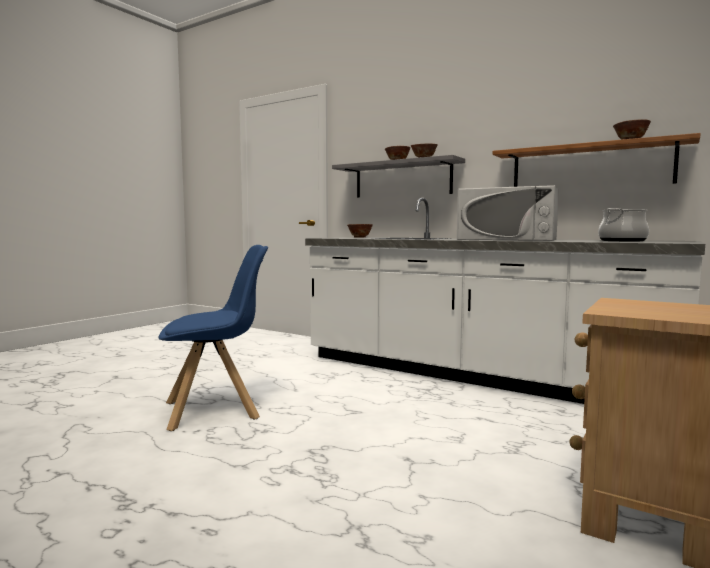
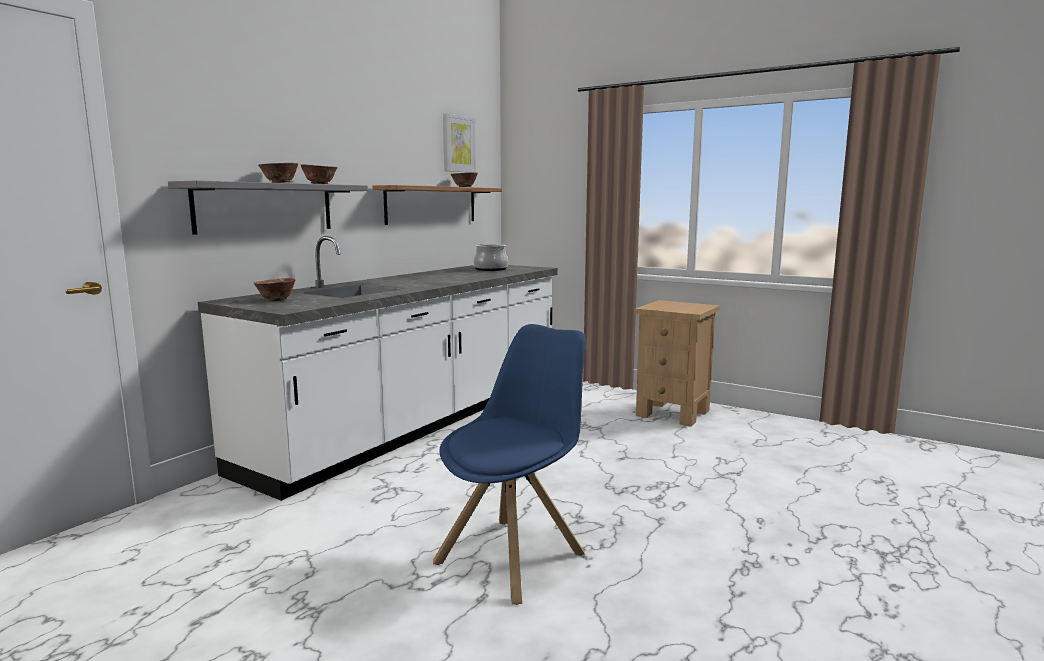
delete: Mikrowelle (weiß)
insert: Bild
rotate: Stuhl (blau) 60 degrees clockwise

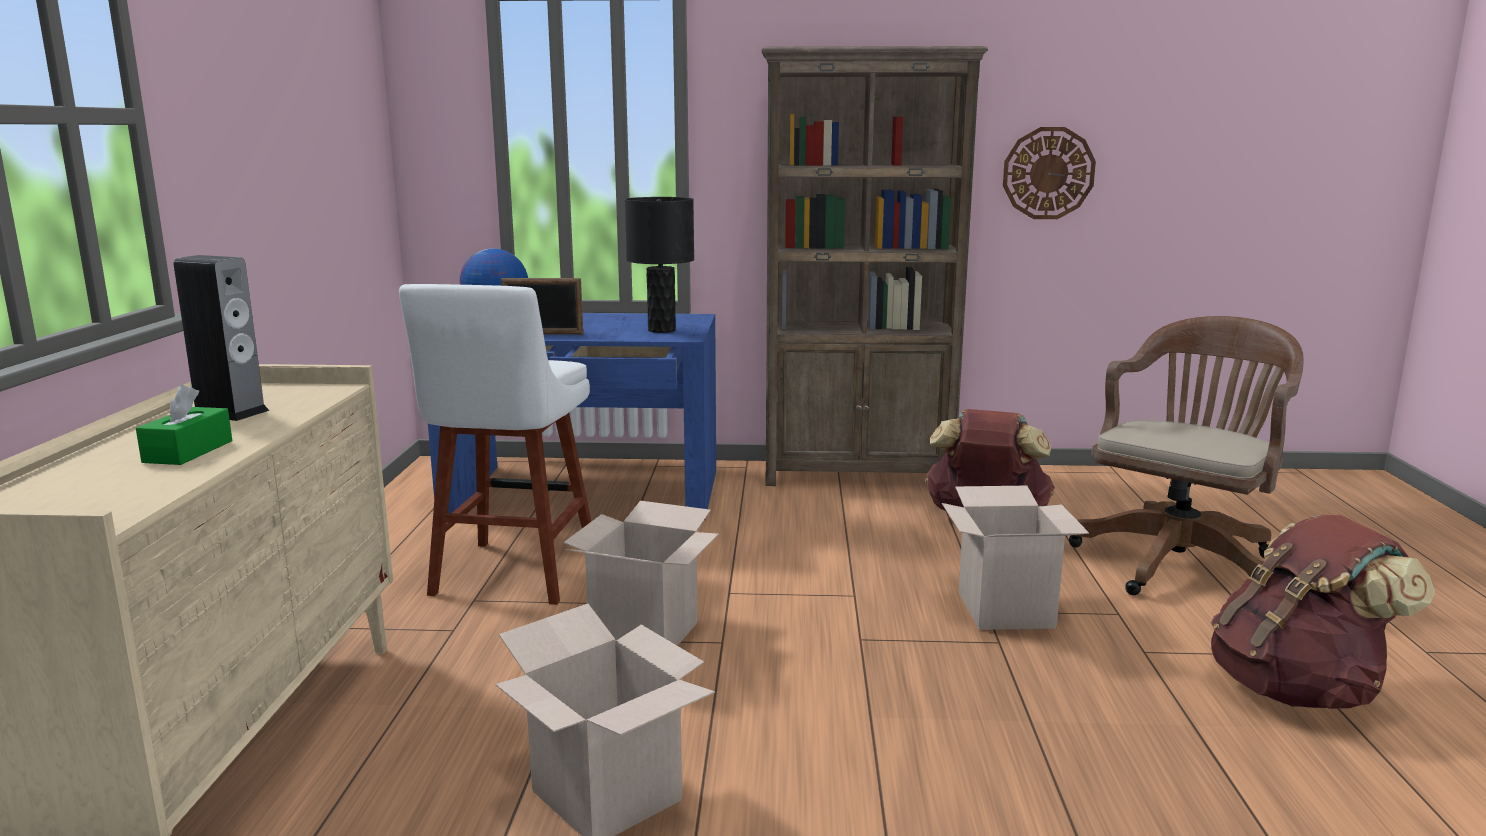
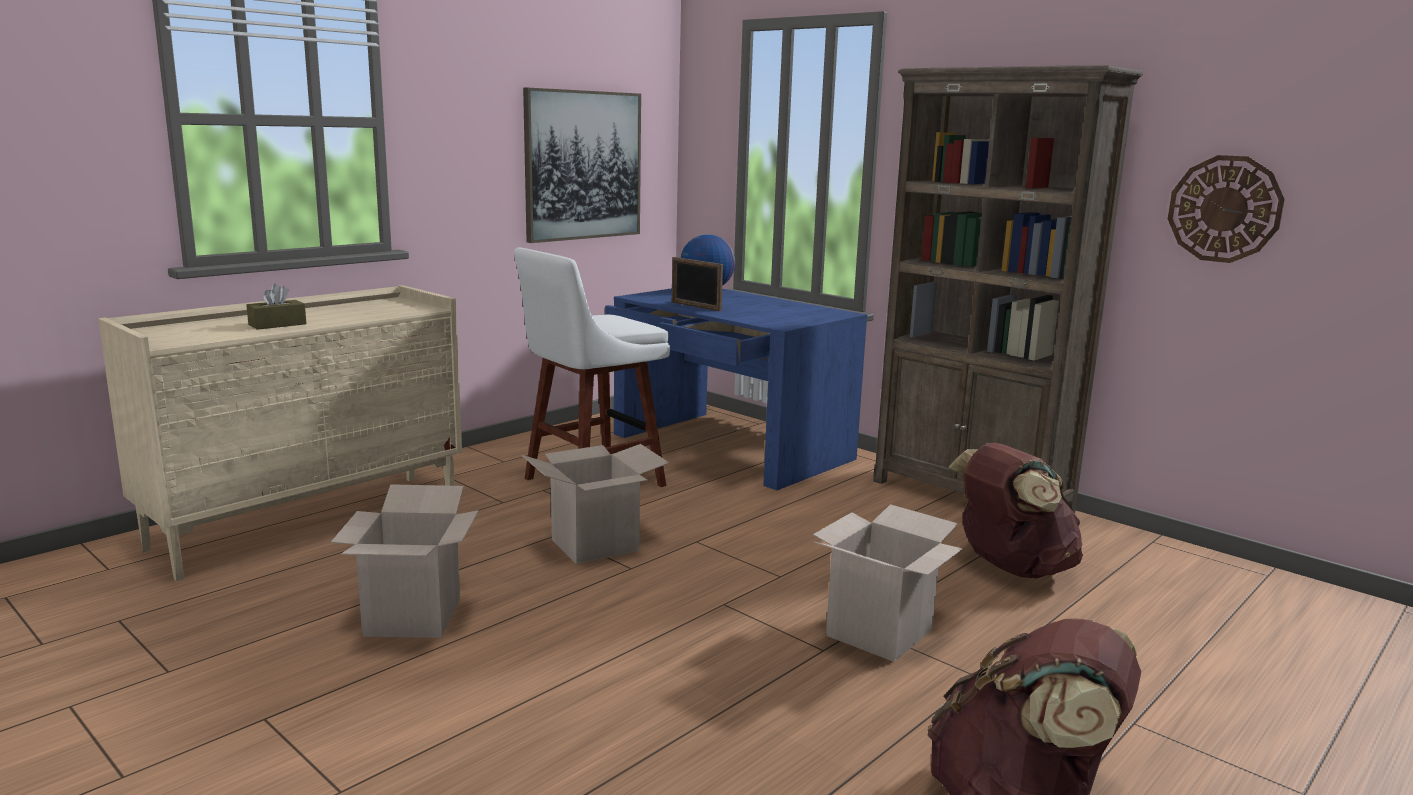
delete: Lautsprecher; Tischlampe (schwarz); Bürostuhl (braun)
insert: Bild
recolor: Taschentuchbox (grün) to Taschentuchbox (braun)

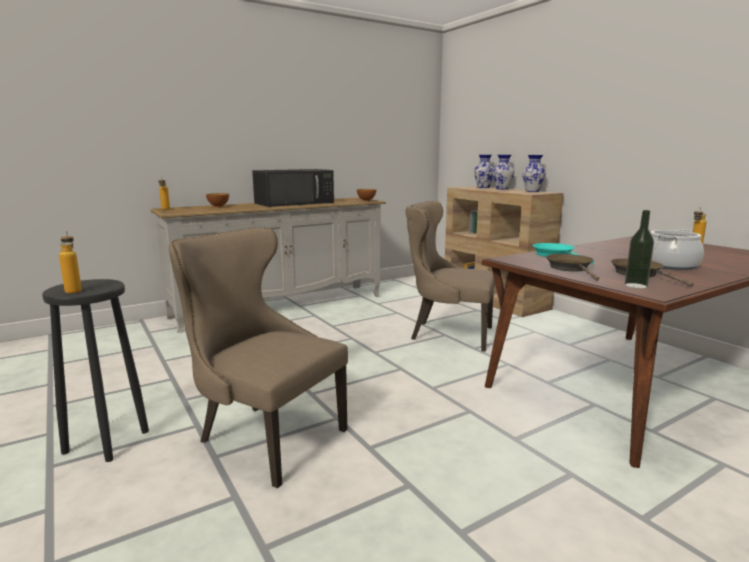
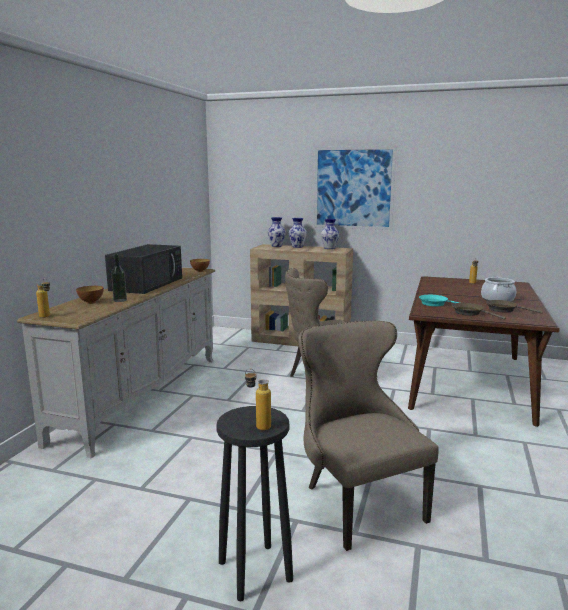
insert: Bild
move: Flasche (3rd from left in the first image) to Flasche (2nd from left)
rotate: Stuhl (beige) (1st from left in the first image) 75 degrees clockwise

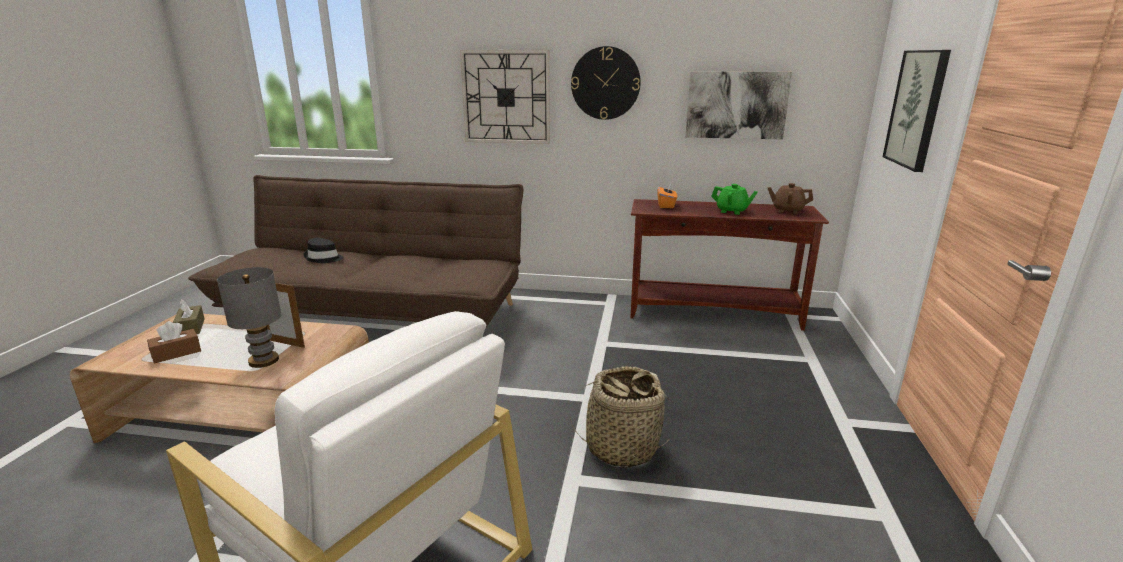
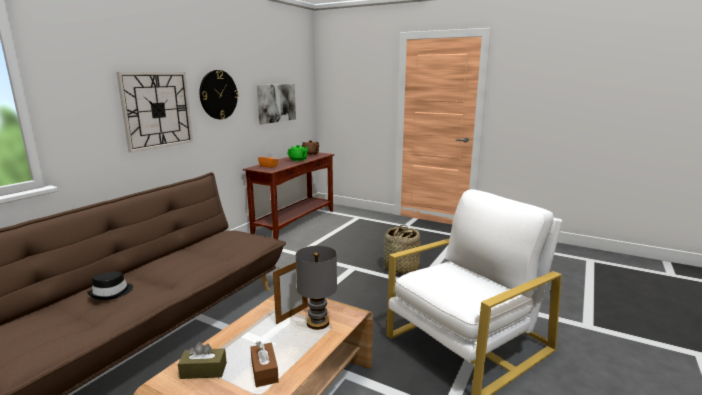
delete: Bild (2nd from left)

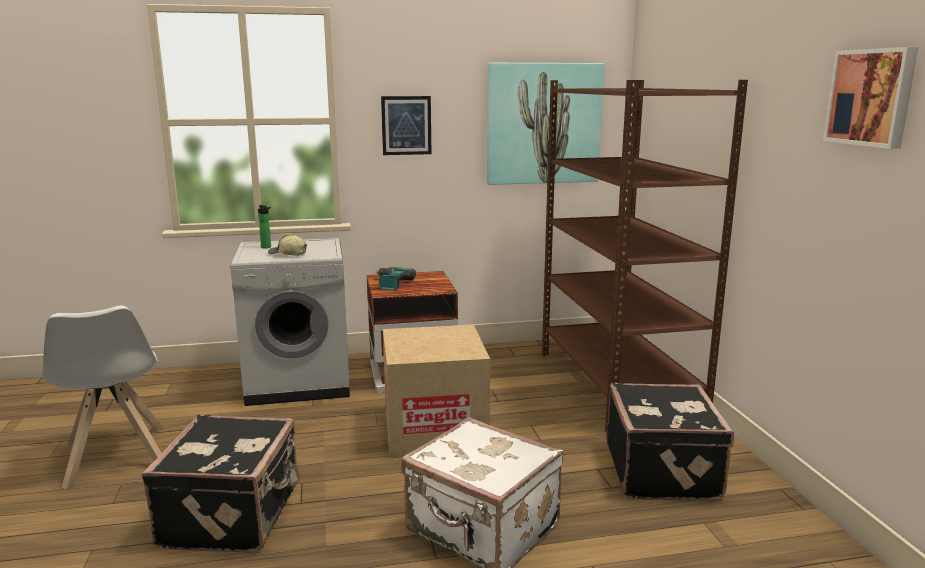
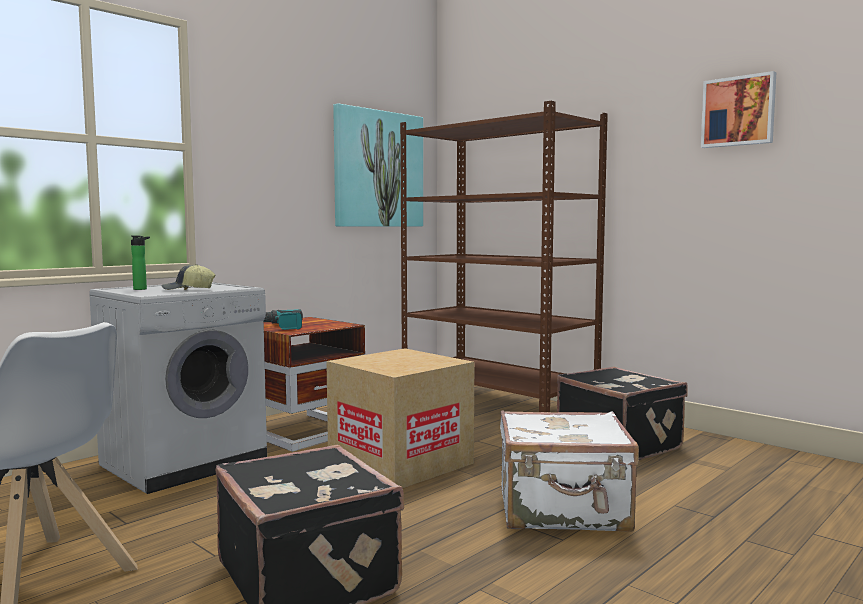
delete: Bild (1st from left)

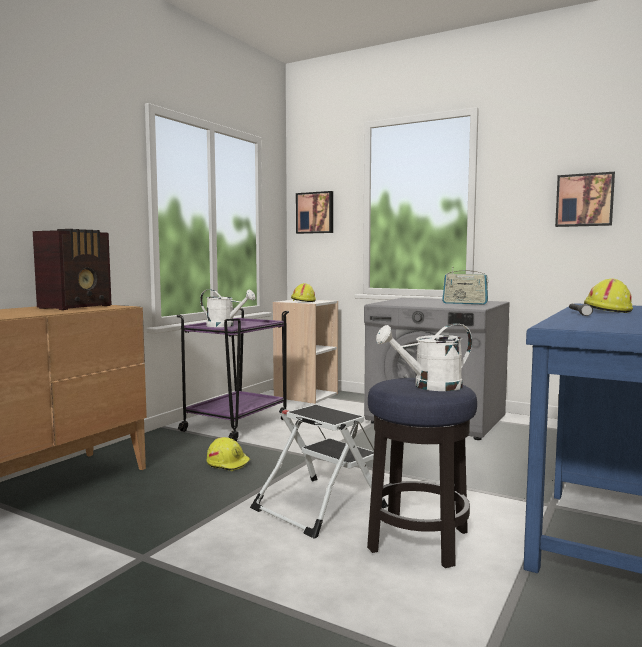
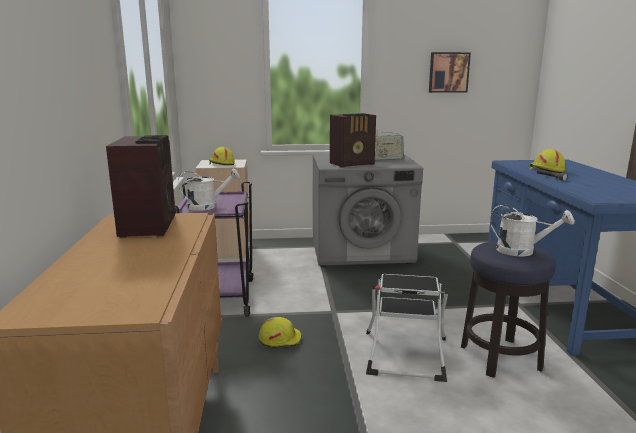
delete: Bild (1st from left)
insert: Radio (2nd from left)
rotate: Gießkanne (weiß) (2nd from left) 105 degrees counterclockwise

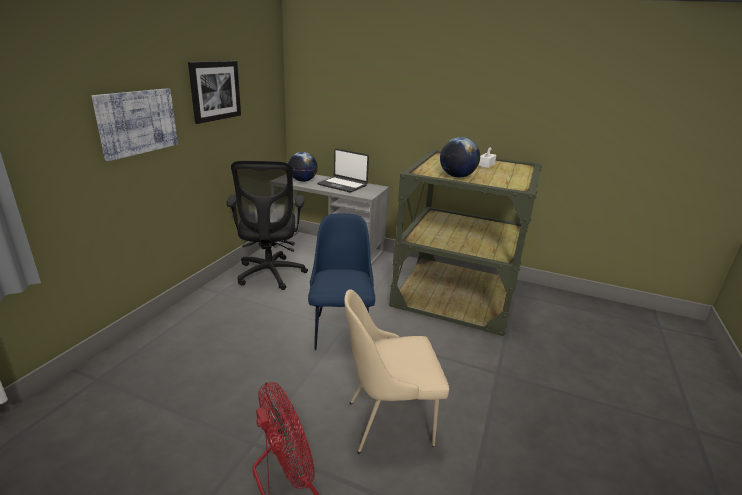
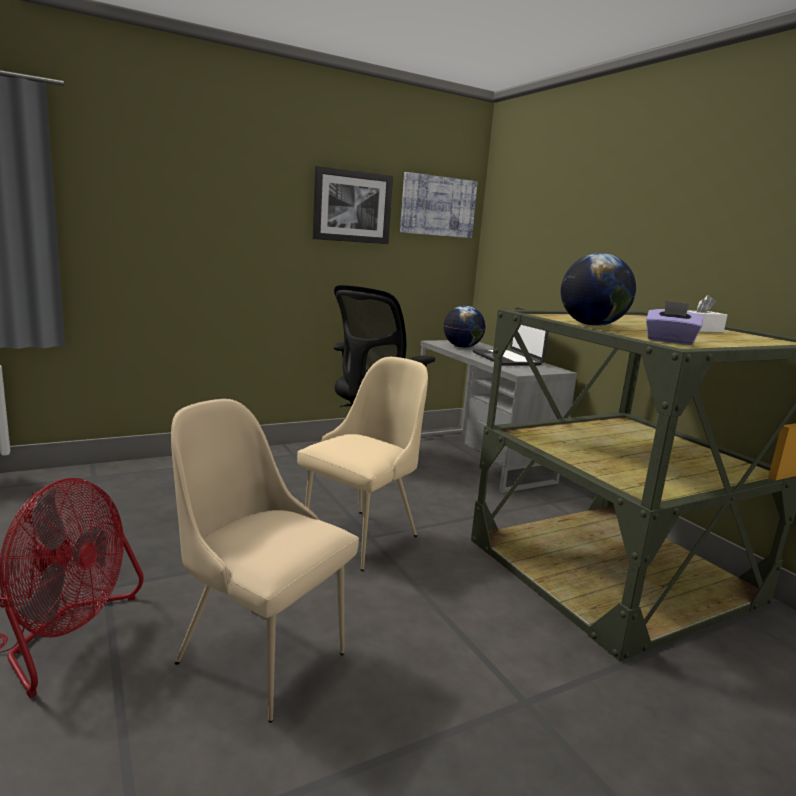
insert: Taschentuchbox (lila)
move: Bild (1st from left in the first image) to Bild (2nd from left)
recolor: Stuhl (blau) to Stuhl (beige) (2nd from left)

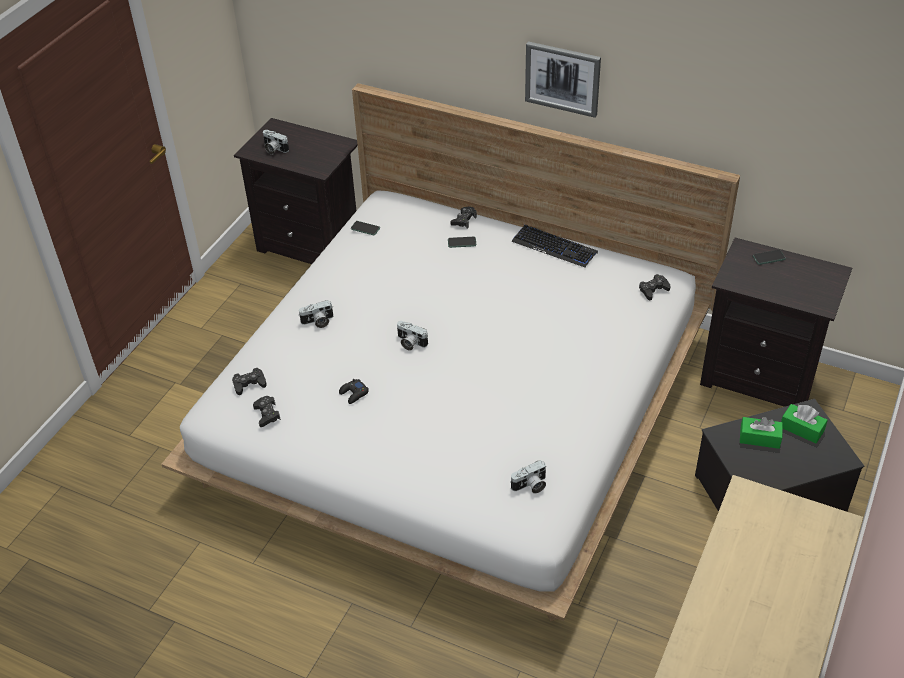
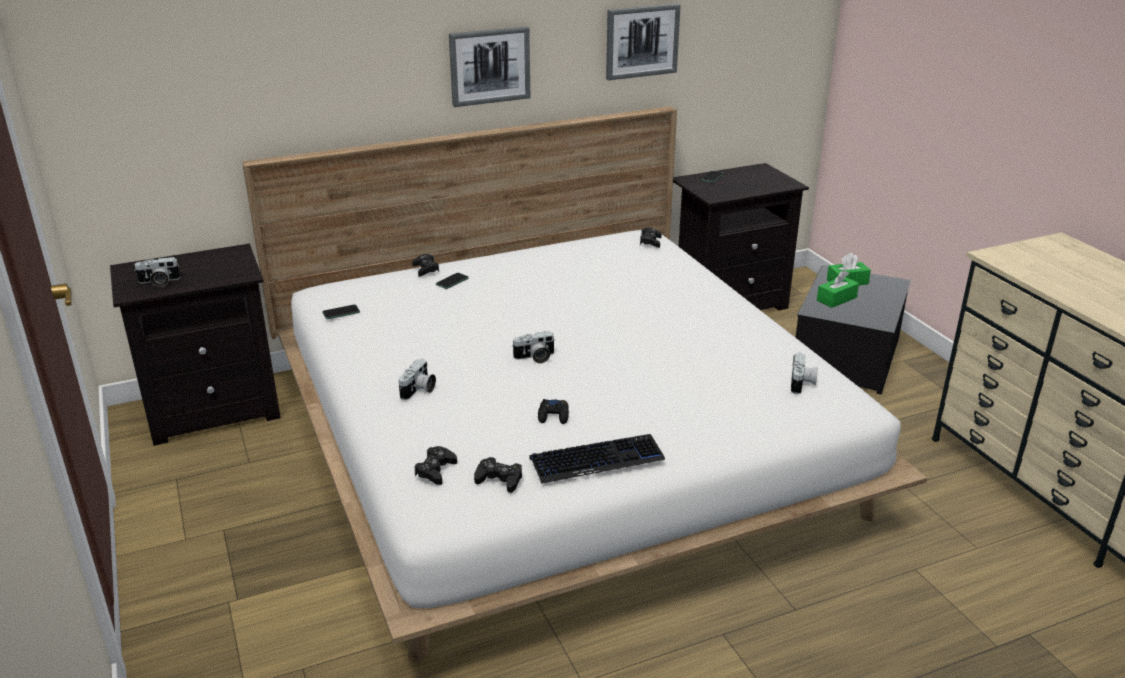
insert: Bild (2nd from left)
move: Tastatur

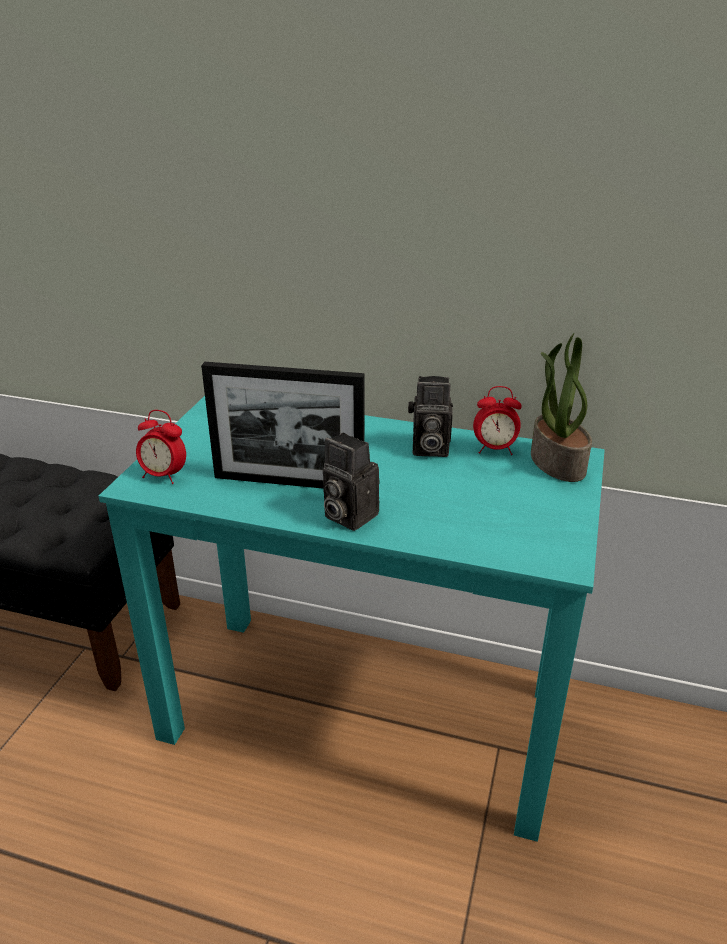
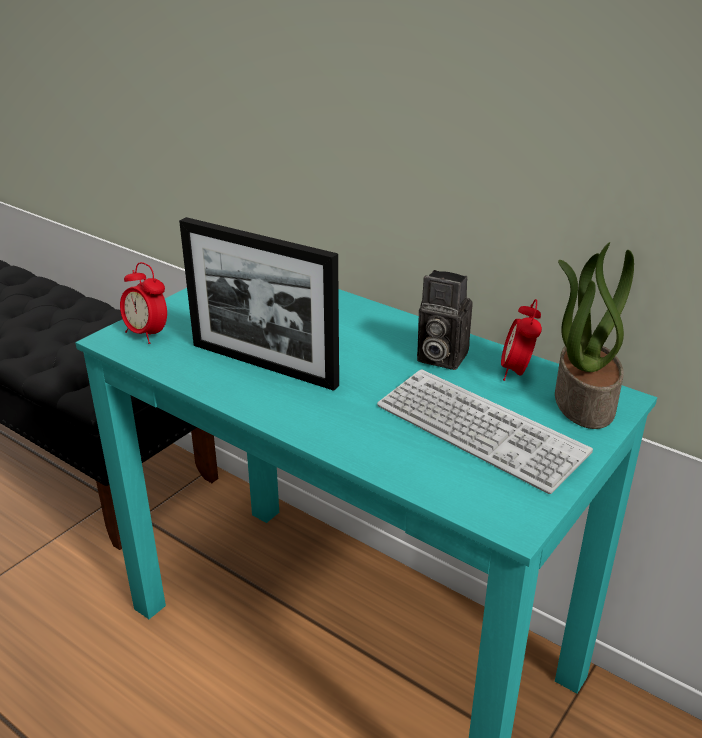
delete: Kamera (1st from left)
insert: Tastatur
rotate: Wecker (2nd from left) 75 degrees clockwise

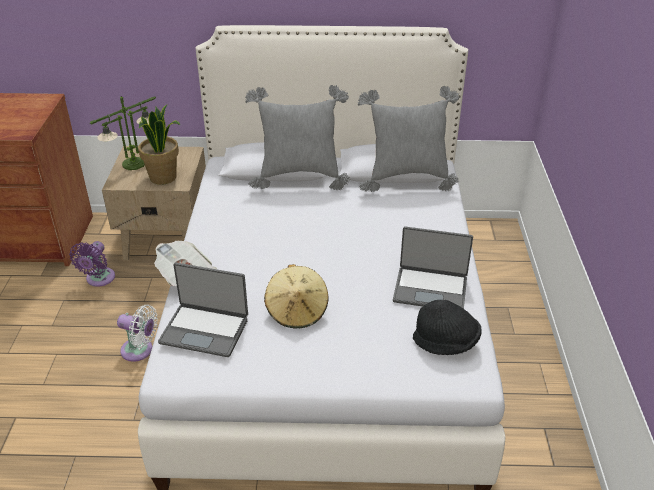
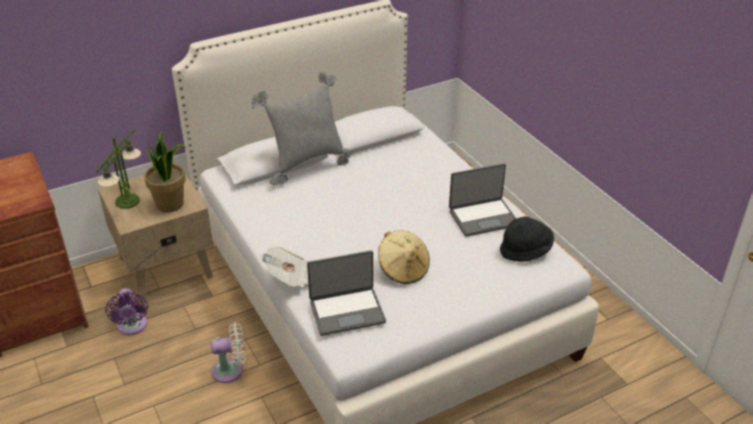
delete: Kissen (grau) (2nd from left)

